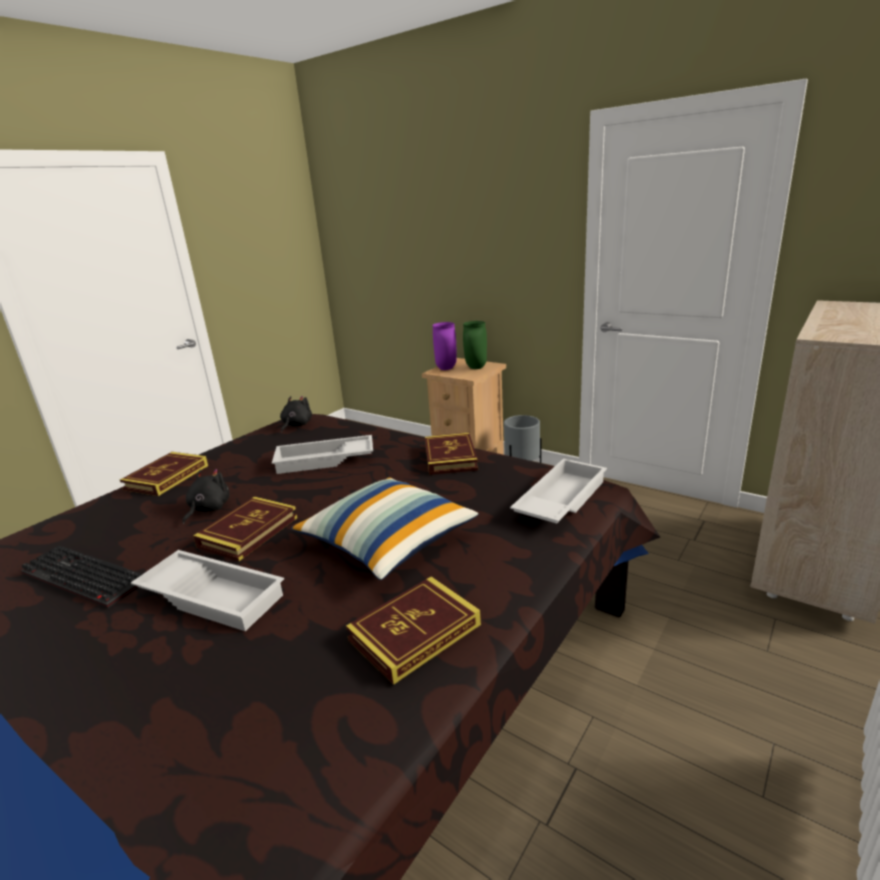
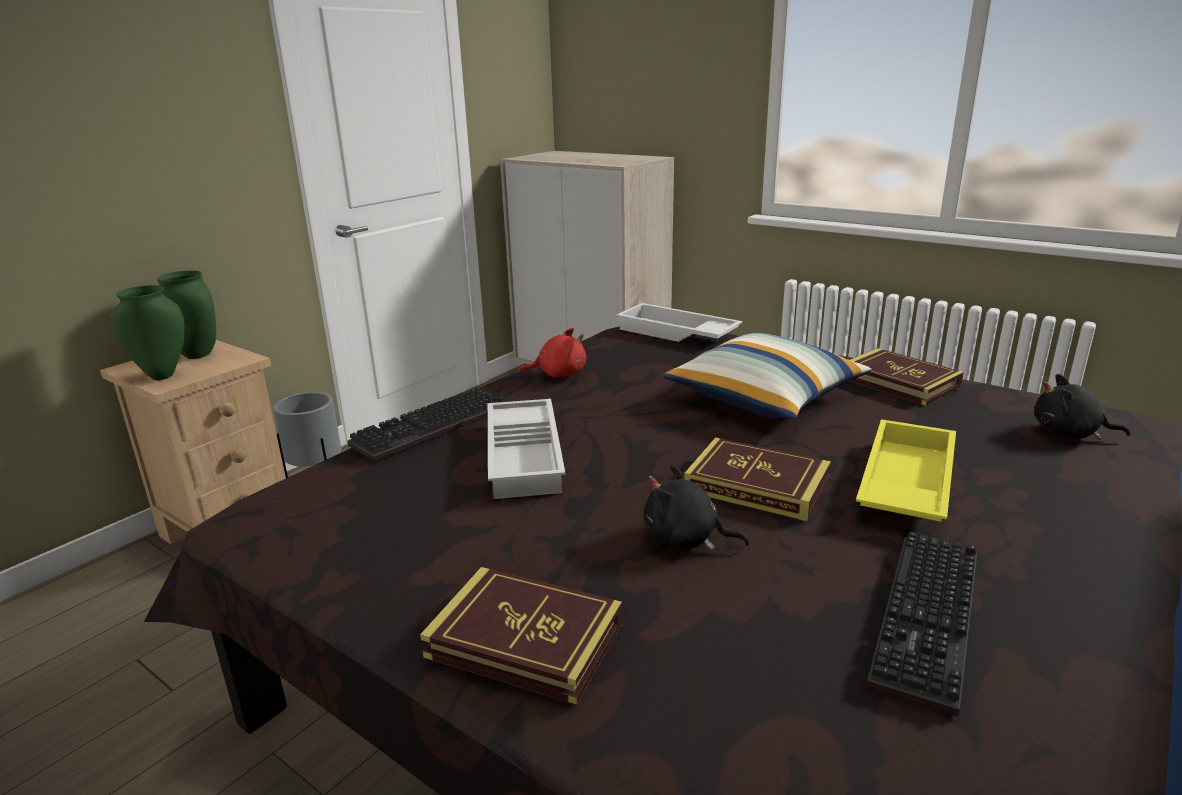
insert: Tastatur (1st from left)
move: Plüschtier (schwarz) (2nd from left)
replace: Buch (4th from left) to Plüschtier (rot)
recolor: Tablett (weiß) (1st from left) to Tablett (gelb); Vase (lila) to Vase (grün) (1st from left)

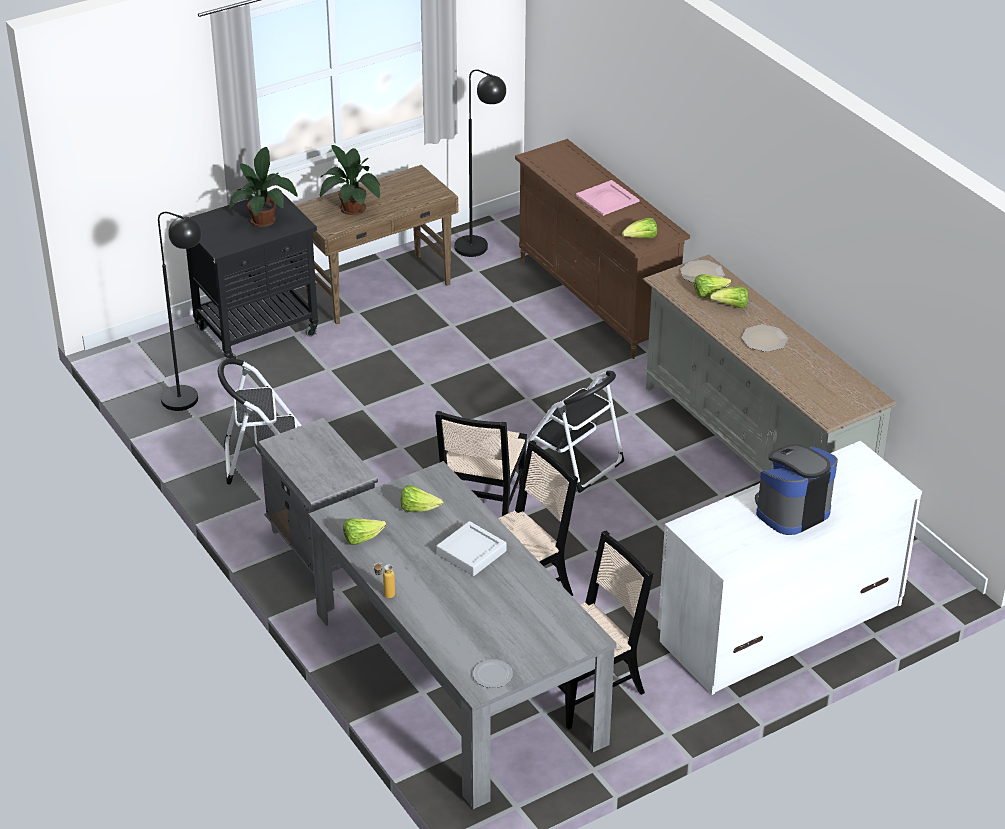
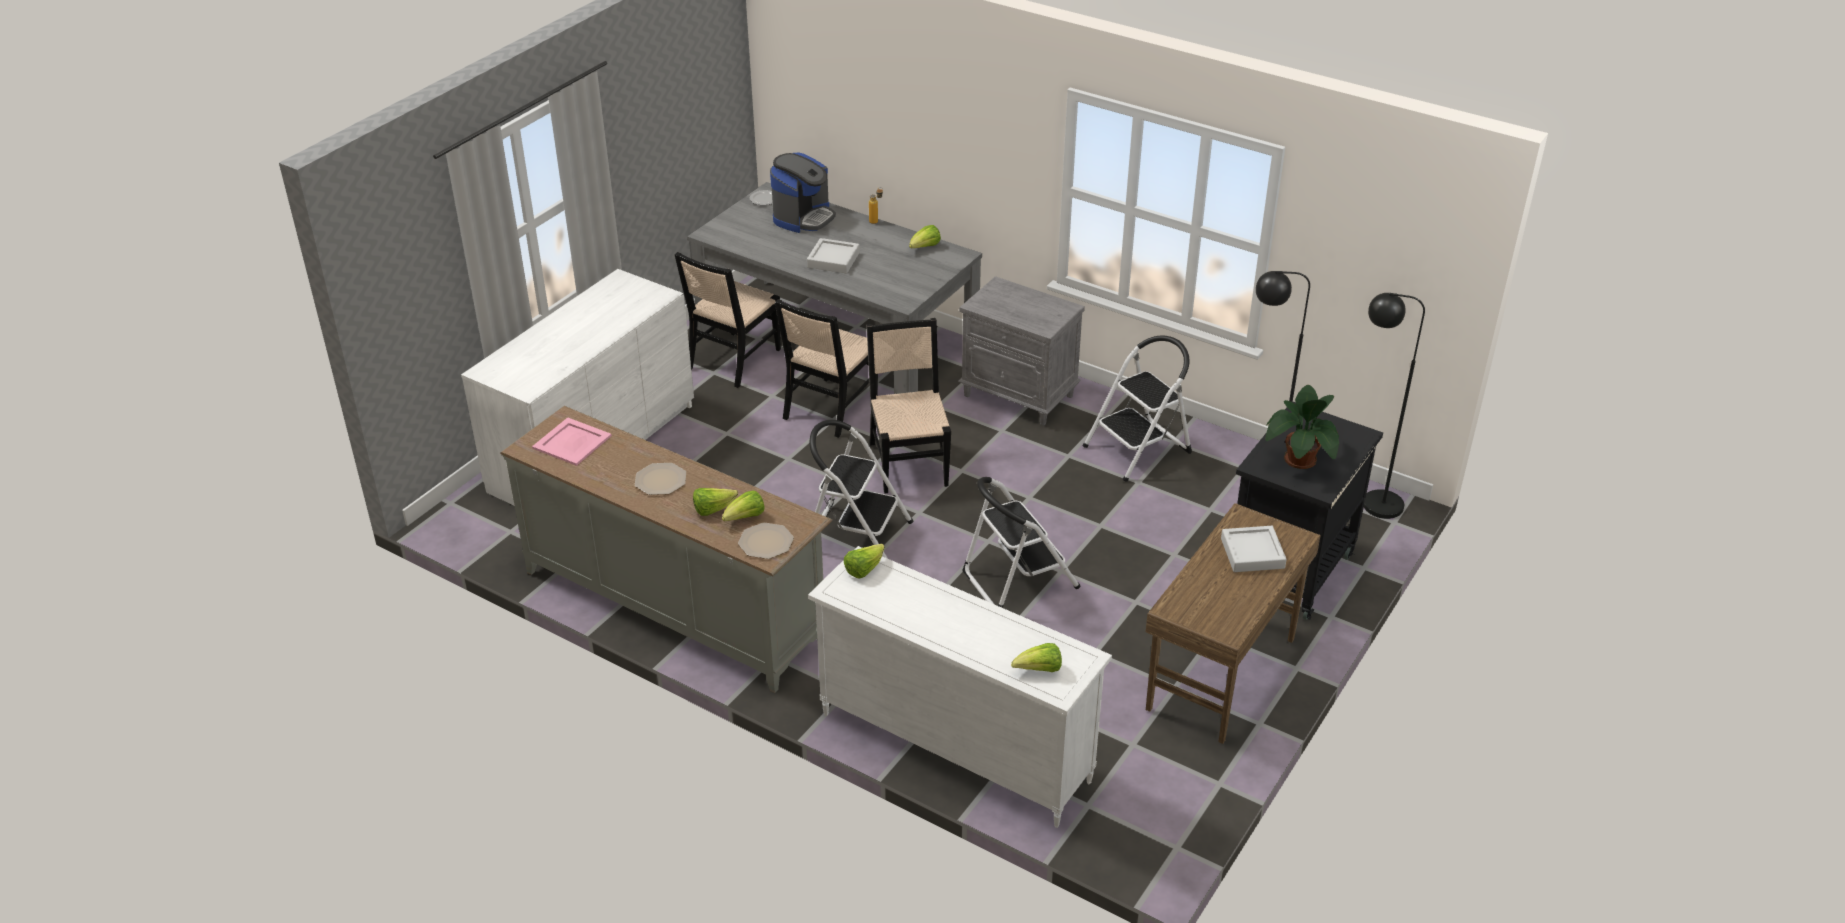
insert: Trittleiter (2nd from left)
move: Salatkopf (2nd from left in the first image) to Salatkopf (5th from left); Stehlampe (schwarz) (2nd from left); Tablett (rosa); Kaffeemaschine
replace: Topfpflanze (2nd from left) to Tablett (grau) (2nd from left)
recolor: Kommode (braun) to Kommode (weiß) (2nd from left)

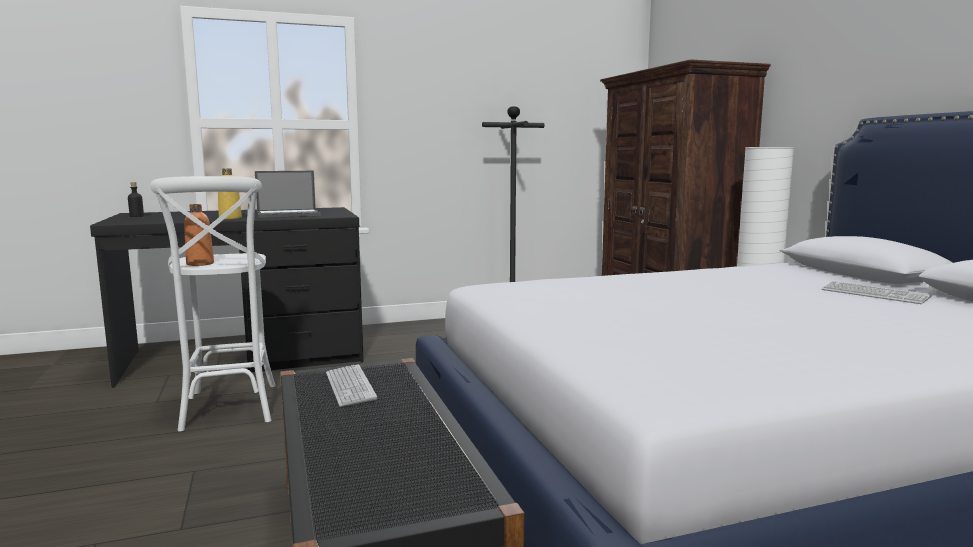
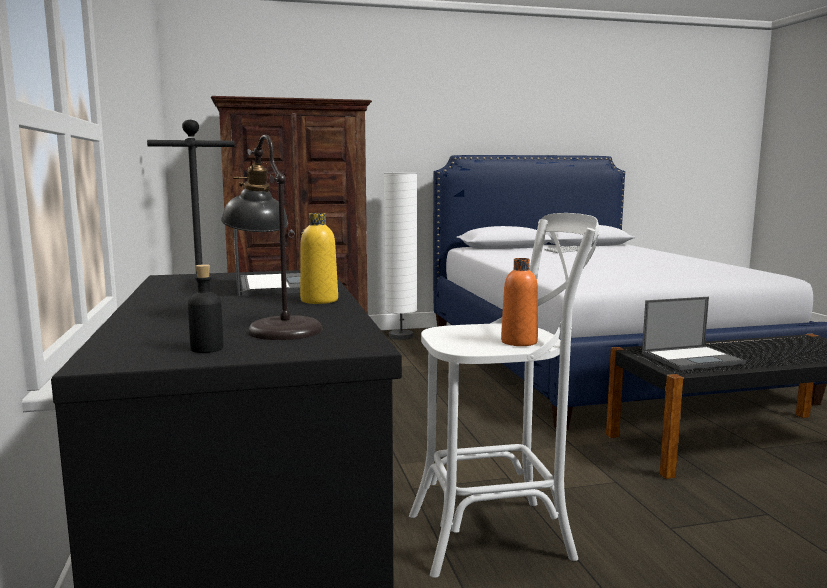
insert: Tischlampe (grau)
replace: Tastatur (1st from left) to Laptop (2nd from left)

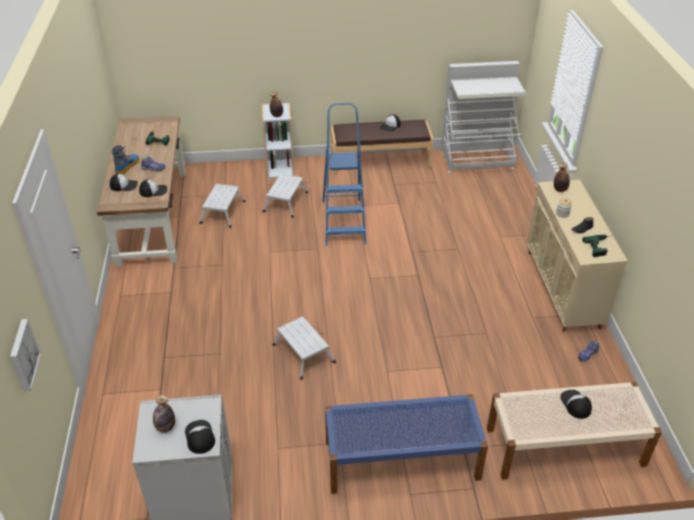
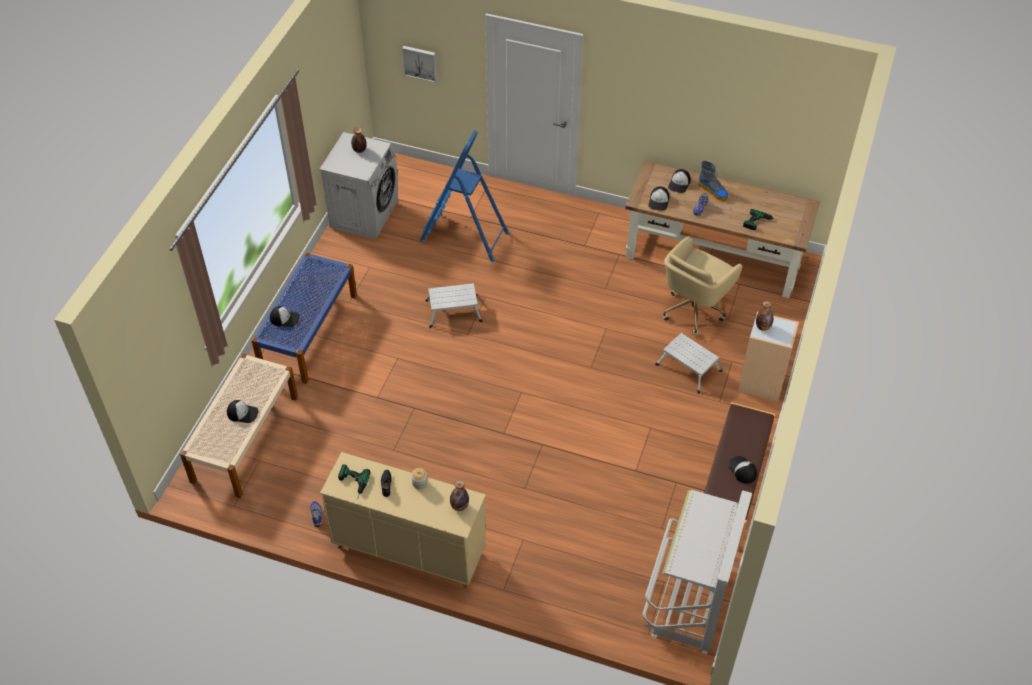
move: Kappe (3rd from left in the first image) to Kappe (2nd from left); Trittleiter (blau)
replace: Trittleiter (weiß) (1st from left) to Bürostuhl (beige)

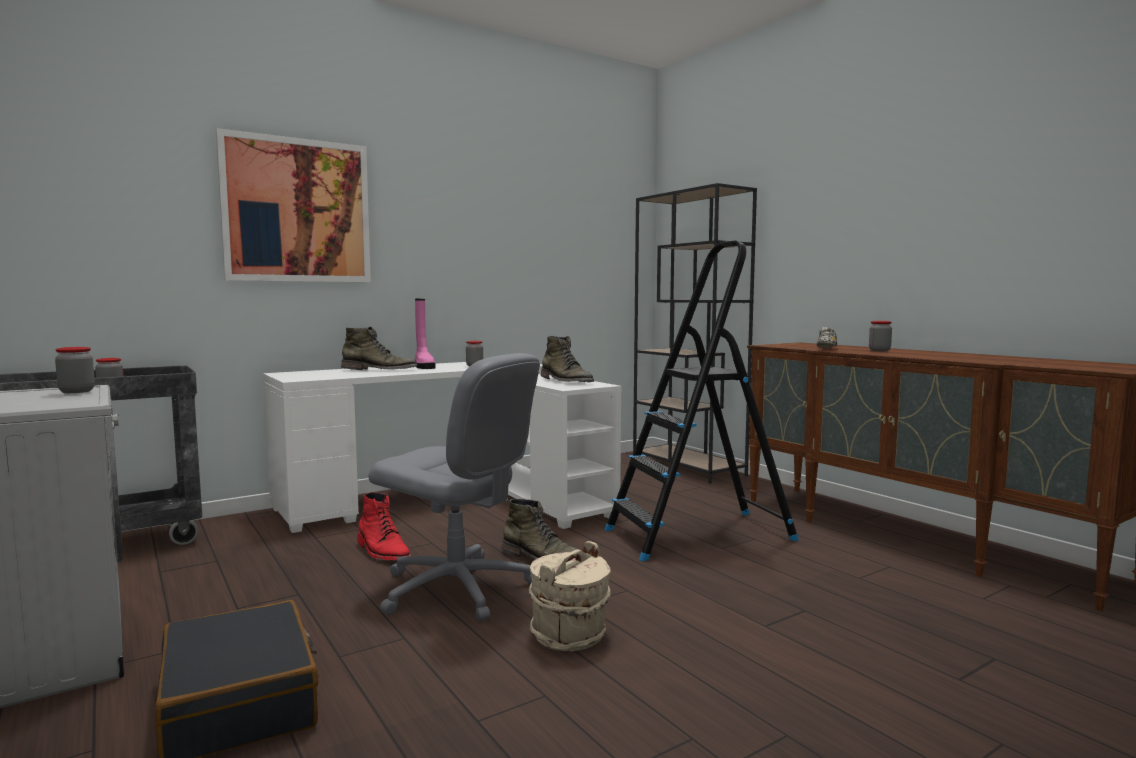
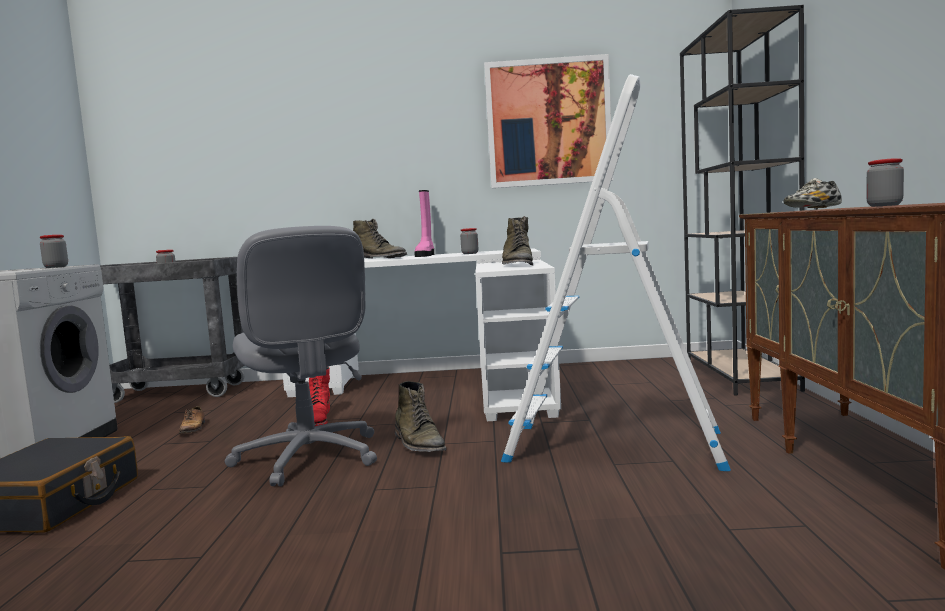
delete: Eimer (beige)
insert: Schuh (1st from left)
move: Bild
recolor: Trittleiter (schwarz) to Trittleiter (weiß)

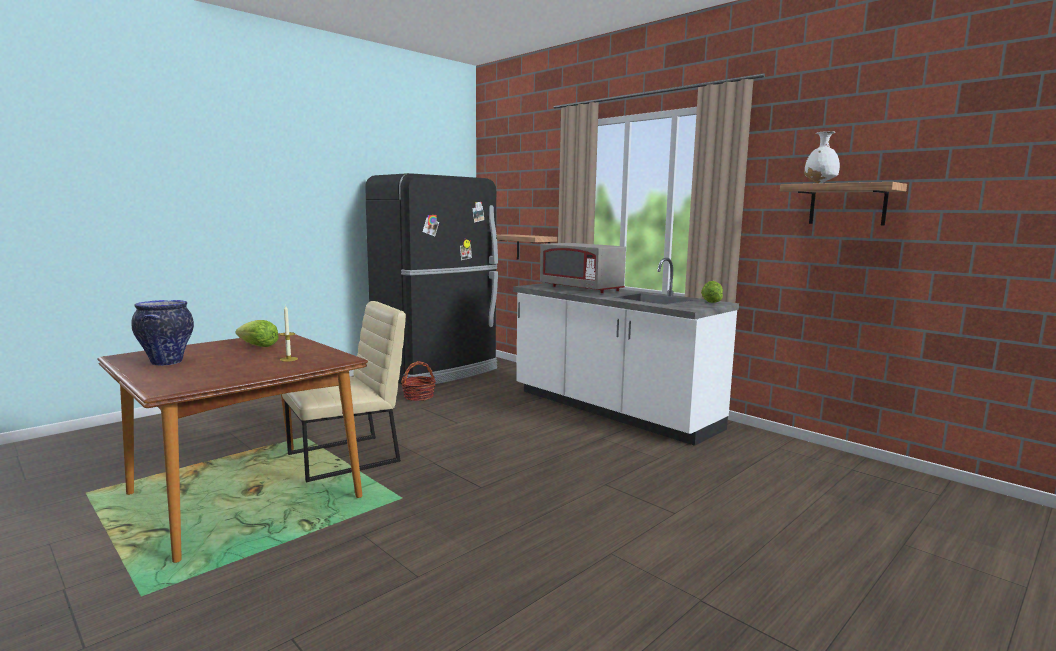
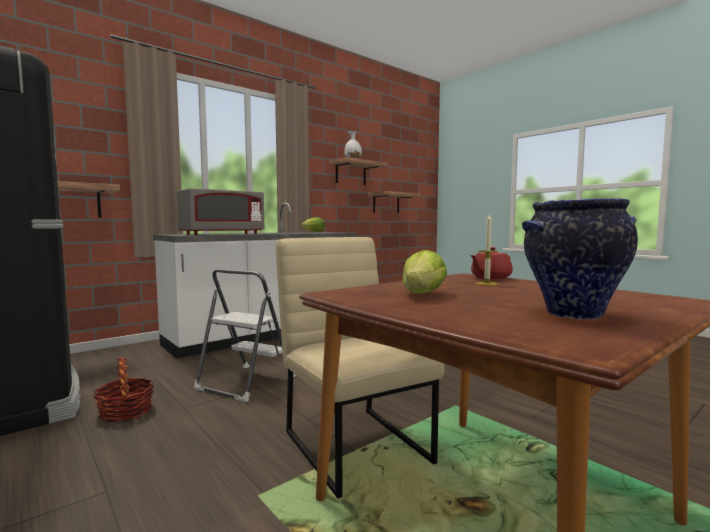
insert: Trittleiter (weiß); Wandregal (3rd from left); Teekanne (rot)

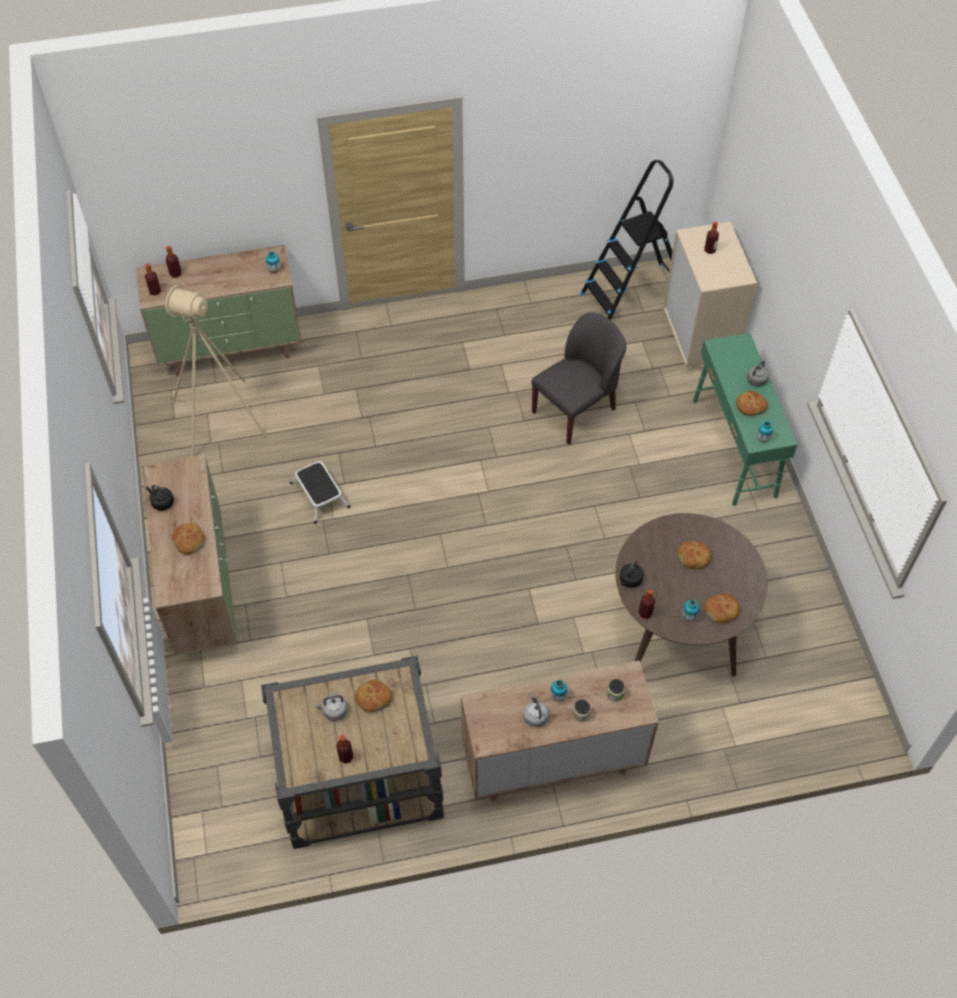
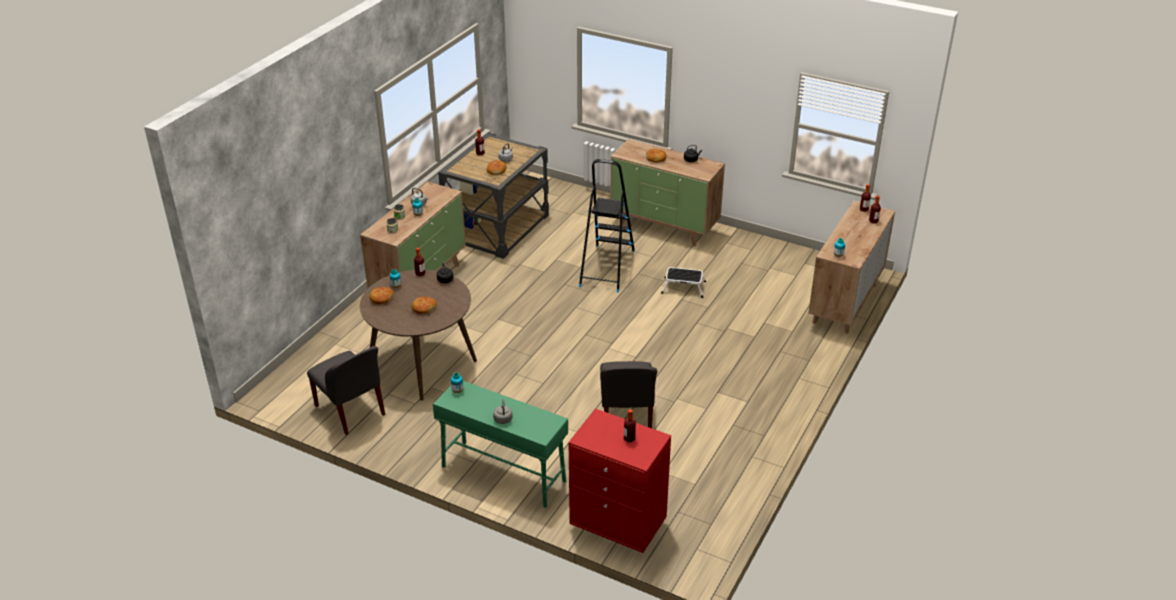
delete: Stehlampe (beige); Brot (5th from left)
insert: Stuhl (grau) (1st from left)
move: Trittleiter (schwarz) (2nd from left in the first image) to Trittleiter (schwarz) (1st from left)
recolor: Schrank (beige) to Schrank (rot)

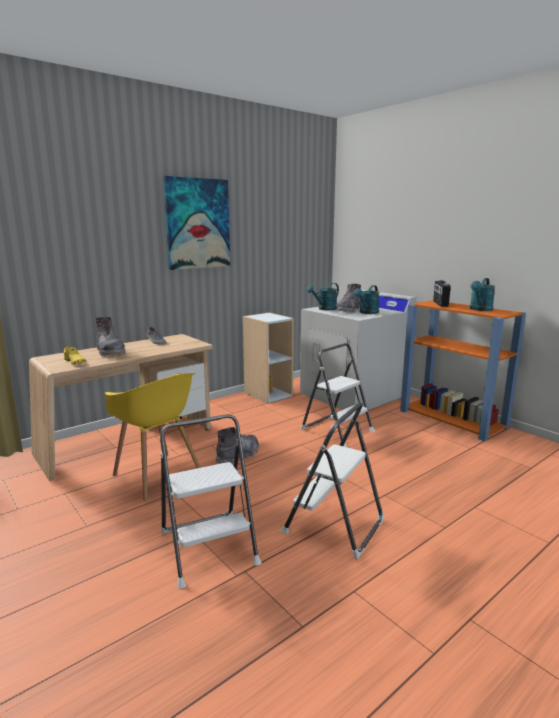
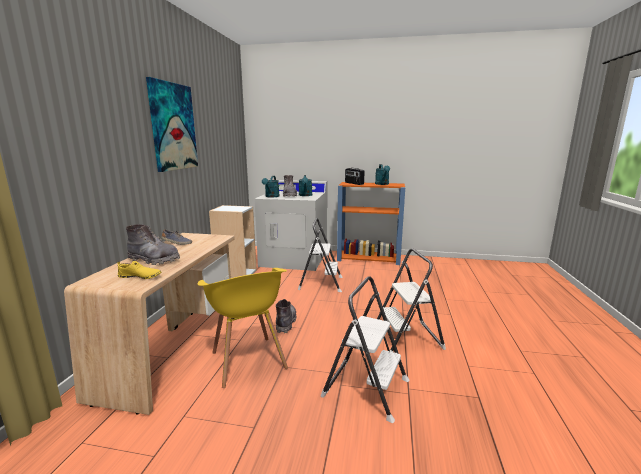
rotate: Stuhl (gelb) 60 degrees clockwise

